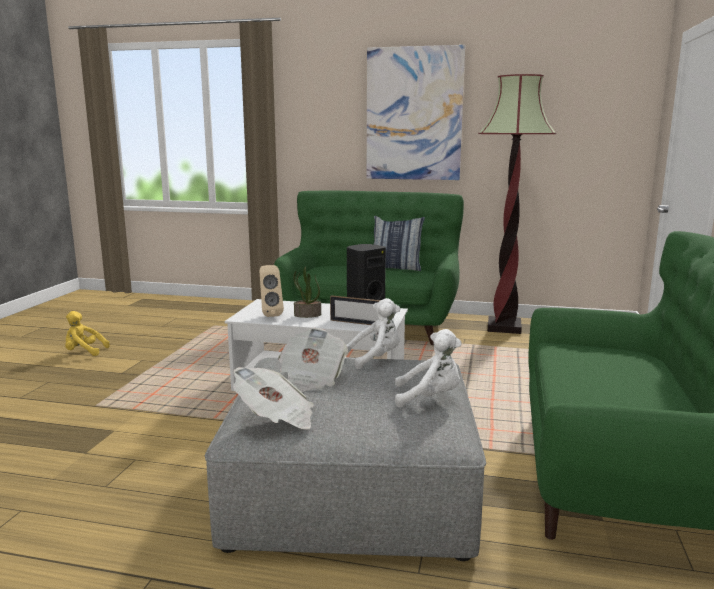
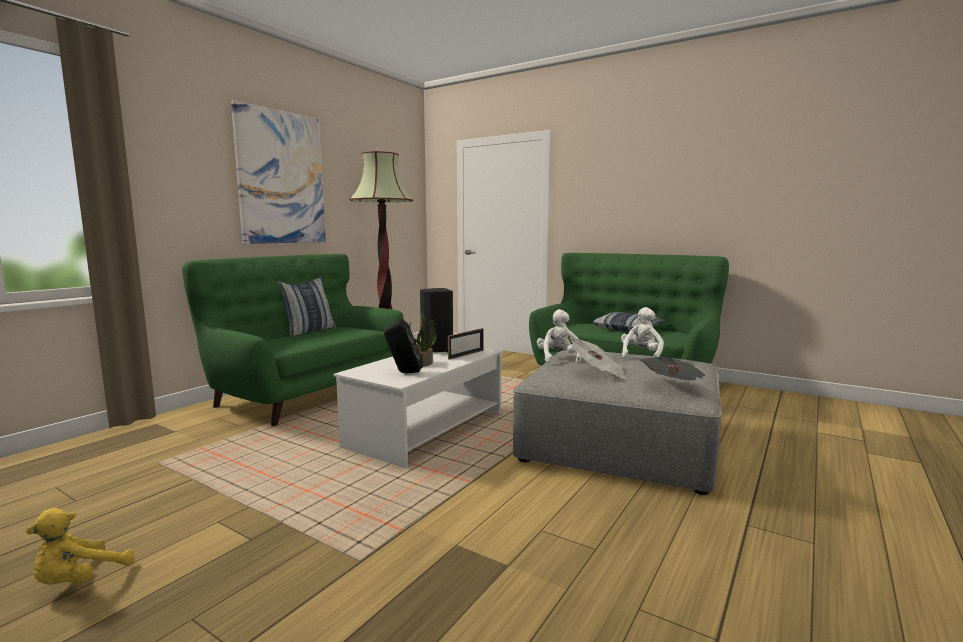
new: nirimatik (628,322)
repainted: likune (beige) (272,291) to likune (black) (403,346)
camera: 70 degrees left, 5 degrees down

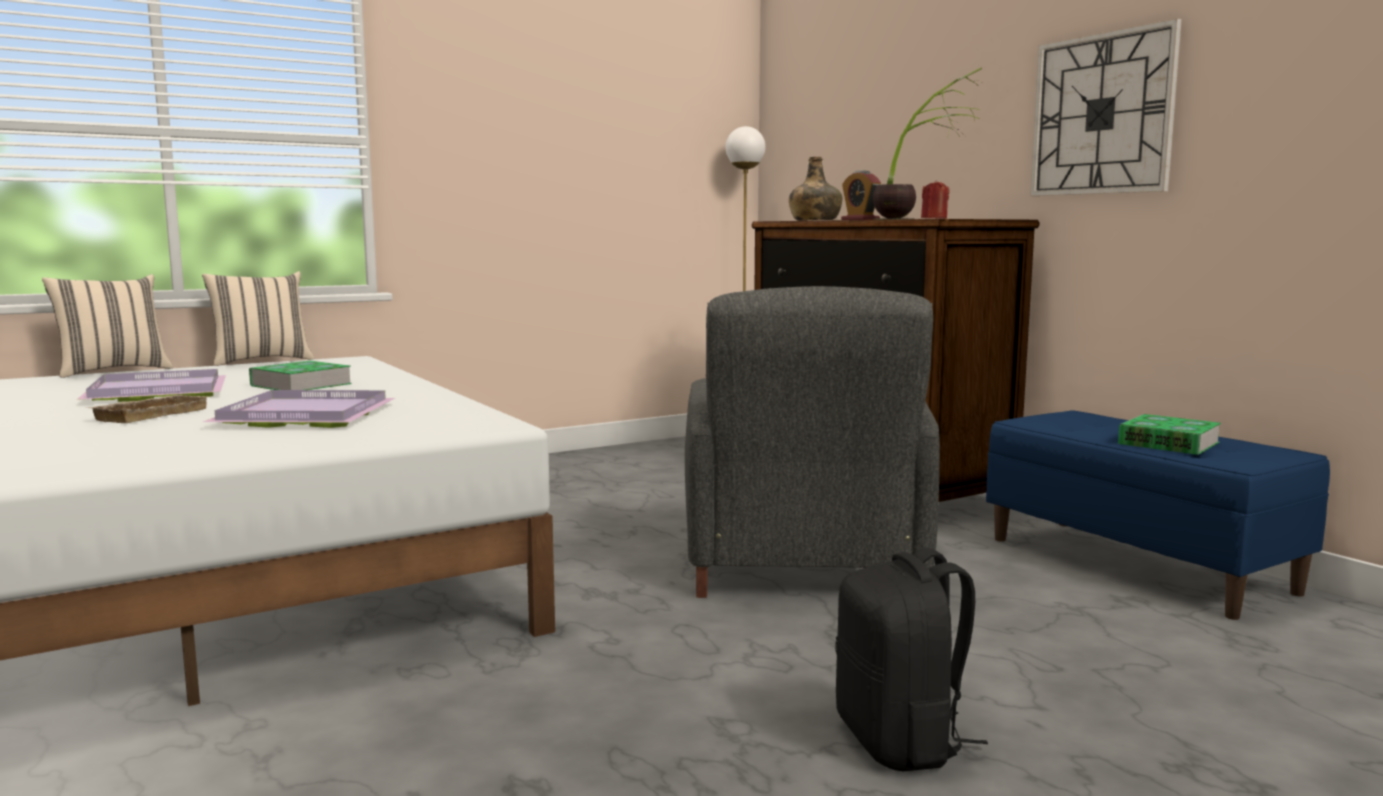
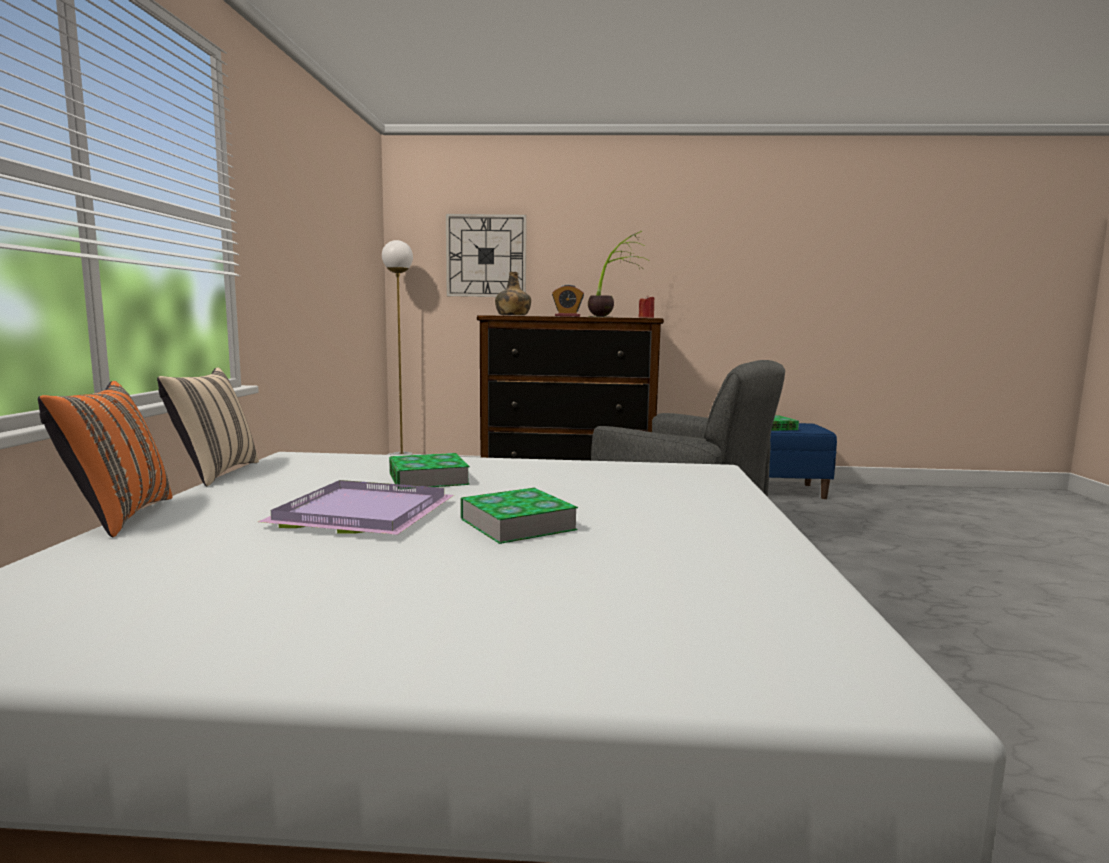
gone: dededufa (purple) (299,409); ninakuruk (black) (911,659)
shifted: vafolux (1106,107) to (486,255)
swapped: dededufa (beige) (148,409) to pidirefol (519,516)
repainted: nirimatik (beige) (107,326) to nirimatik (orange) (105,459)
camera: 55 degrees left, 0 degrees up

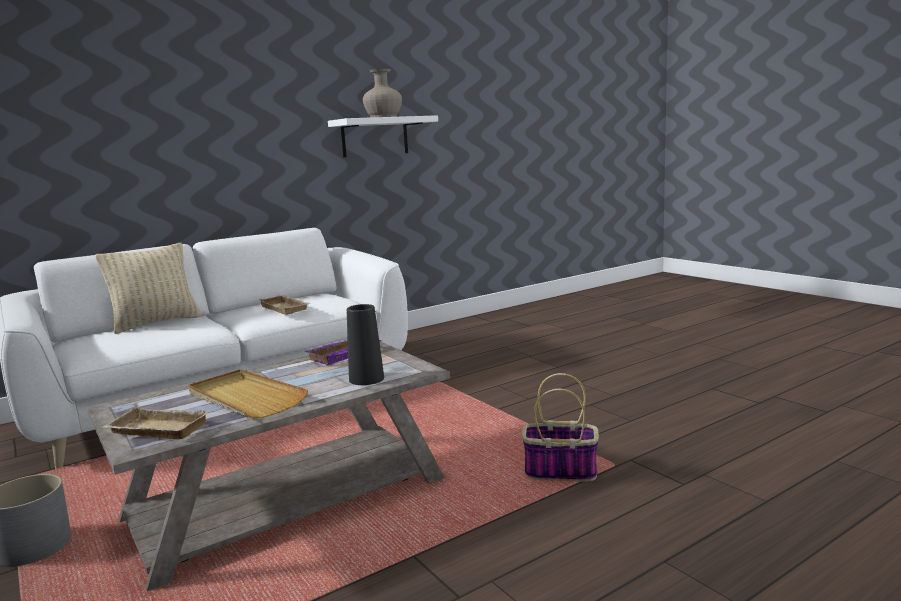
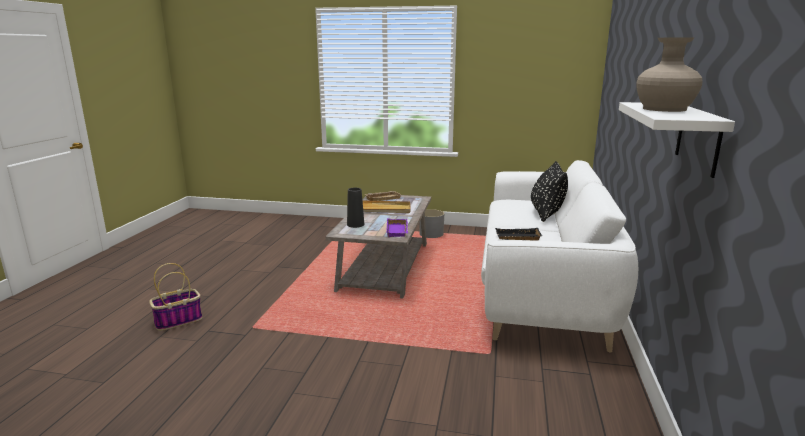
shifted: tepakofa (560,427) to (176,297)
repainted: nirimatik (beige) (148,288) to nirimatik (black) (549,191); dededufa (beige) (284,305) to dededufa (black) (519,234)
camera: 135 degrees right, 5 degrees up

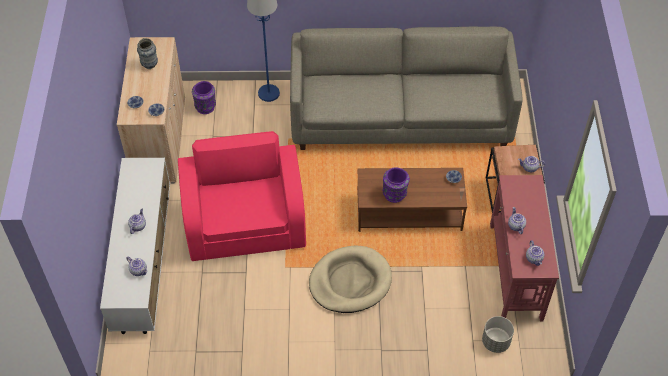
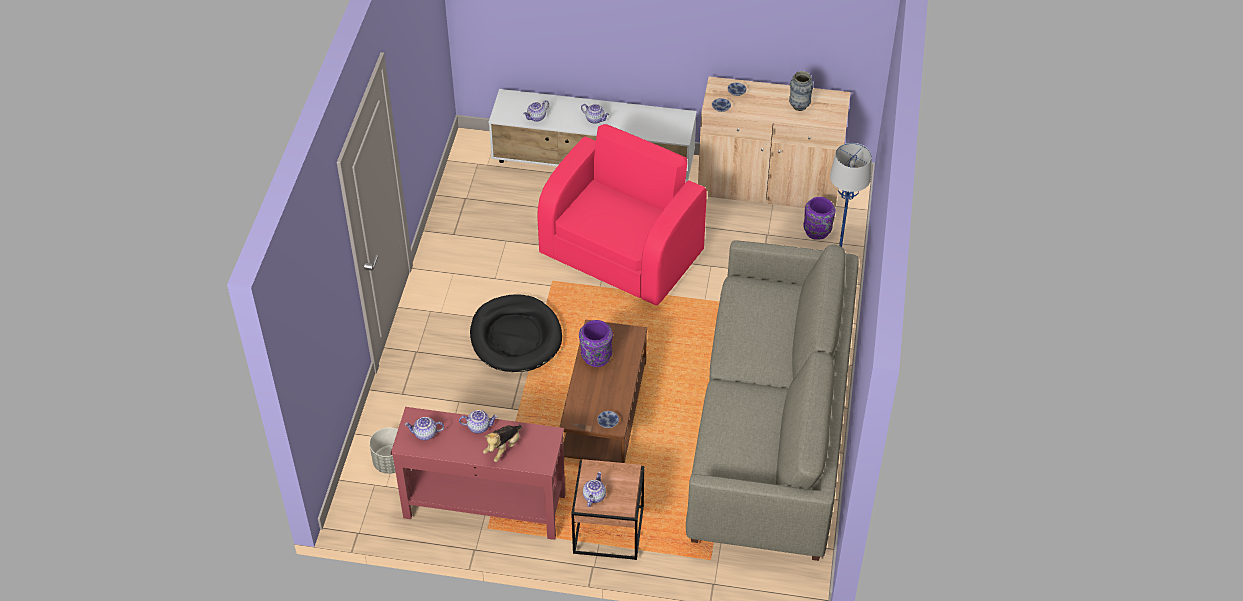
new: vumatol (502,443)
repainted: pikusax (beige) (350,279) to pikusax (black) (516,333)
rotated: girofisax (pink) (242,196) = (622,214) 60 degrees counterclockwise
camera: 100 degrees right, 5 degrees down

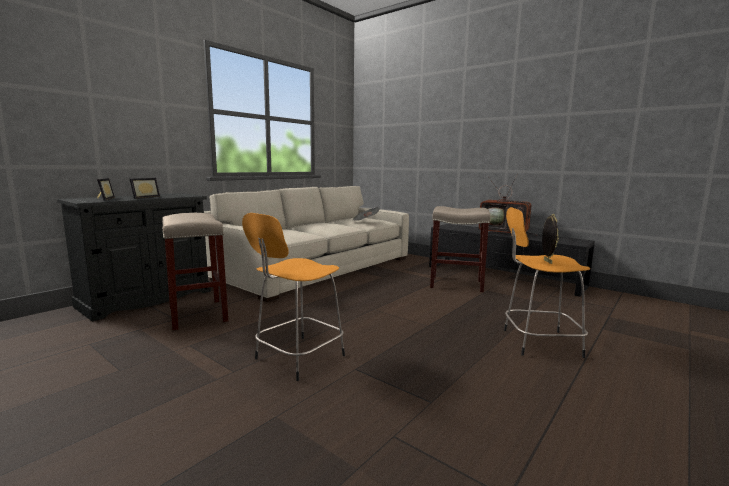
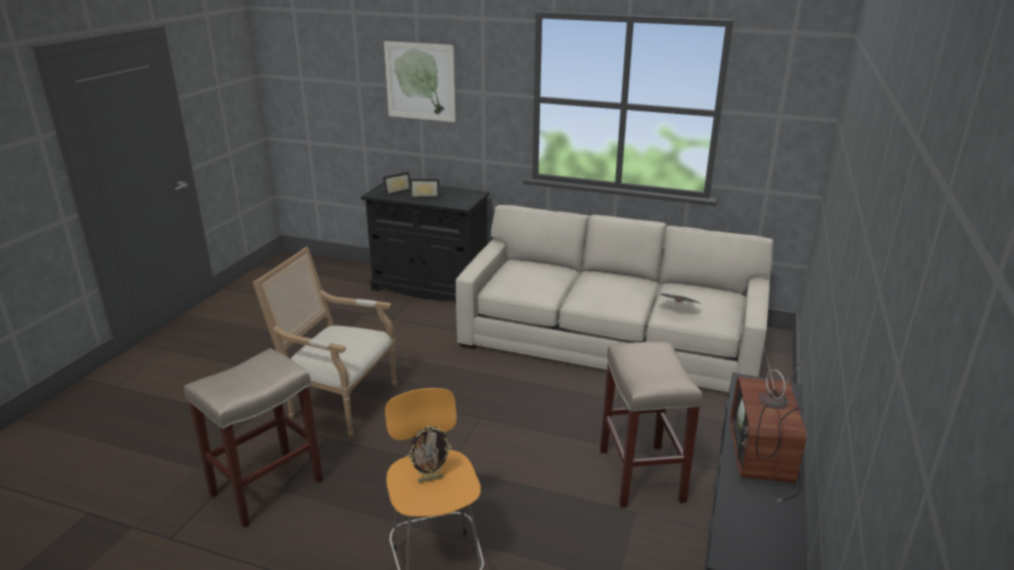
new: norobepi (420,81)
shifted: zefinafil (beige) (195,271) to (253,438)
swapped: zefinafil (orange) (293,297) to girofisax (325,342)
camera: 70 degrees right, 15 degrees up

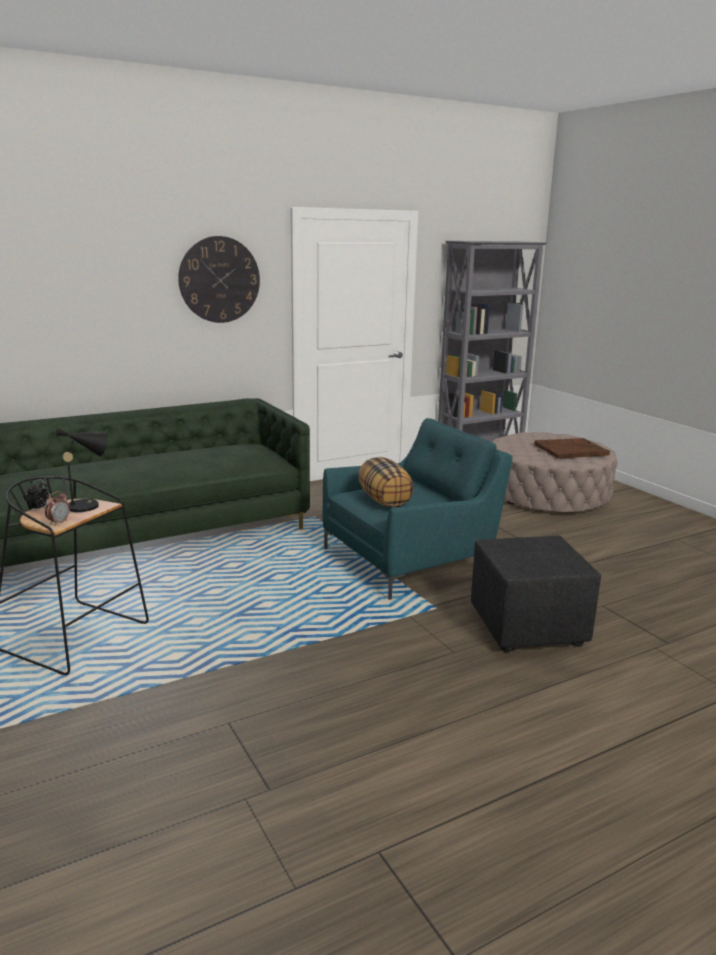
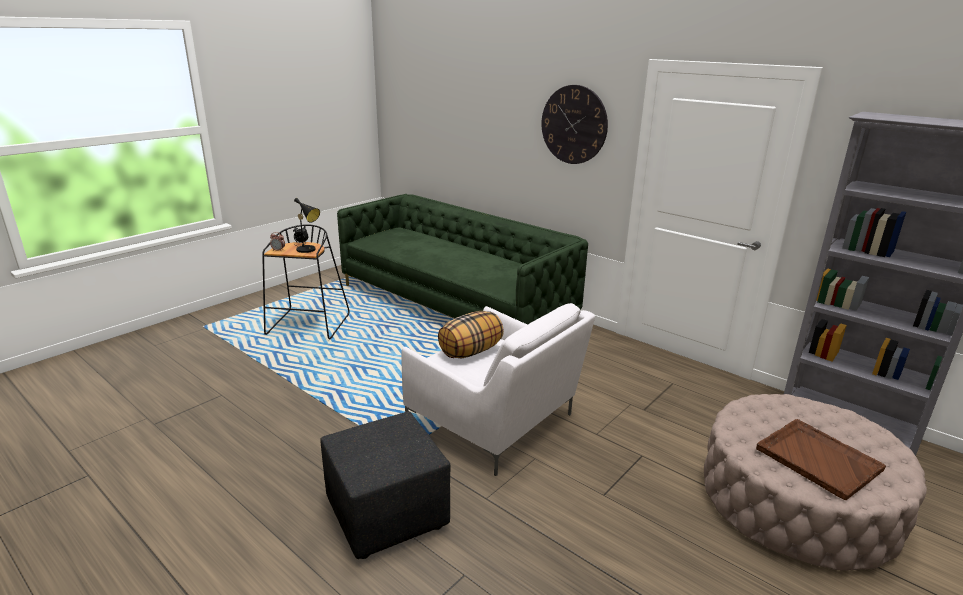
repainted: girofisax (turquoise) (417,509) to girofisax (white) (498,389)
camera: 70 degrees right, 5 degrees up

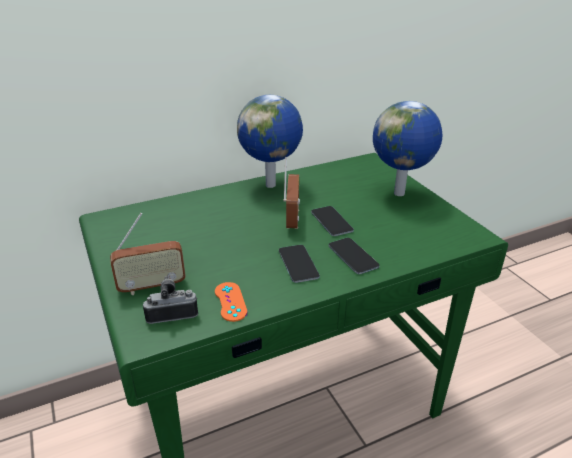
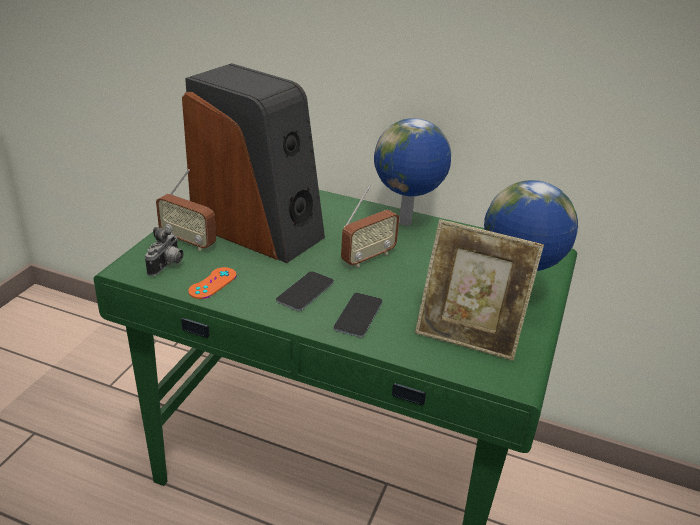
gone: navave (332,221)
new: likune (253,163); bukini (479,290)
rotated: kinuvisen (170,300) = (164,251) 75 degrees clockwise
camera: 45 degrees right, 0 degrees up

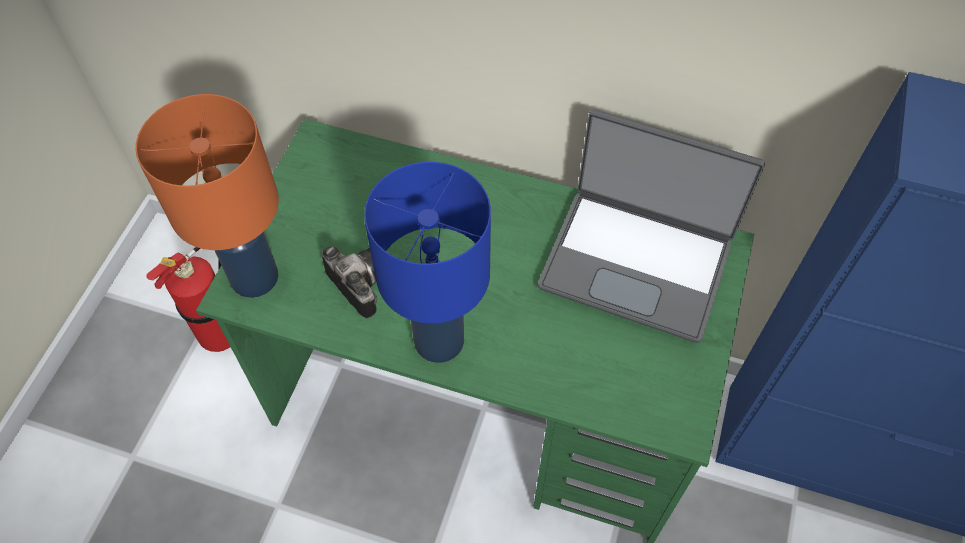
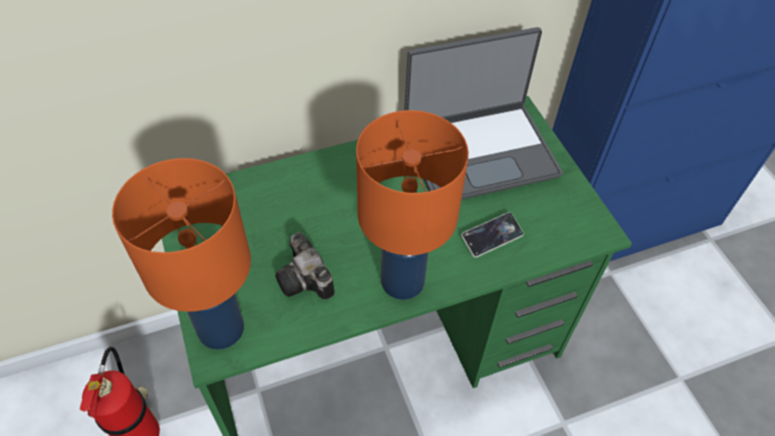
new: navave (492,235)
repainted: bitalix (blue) (427,262) to bitalix (orange) (412,205)
rotated: kinuvisen (349,282) = (304,266) 135 degrees counterclockwise
camera: 40 degrees left, 5 degrees down

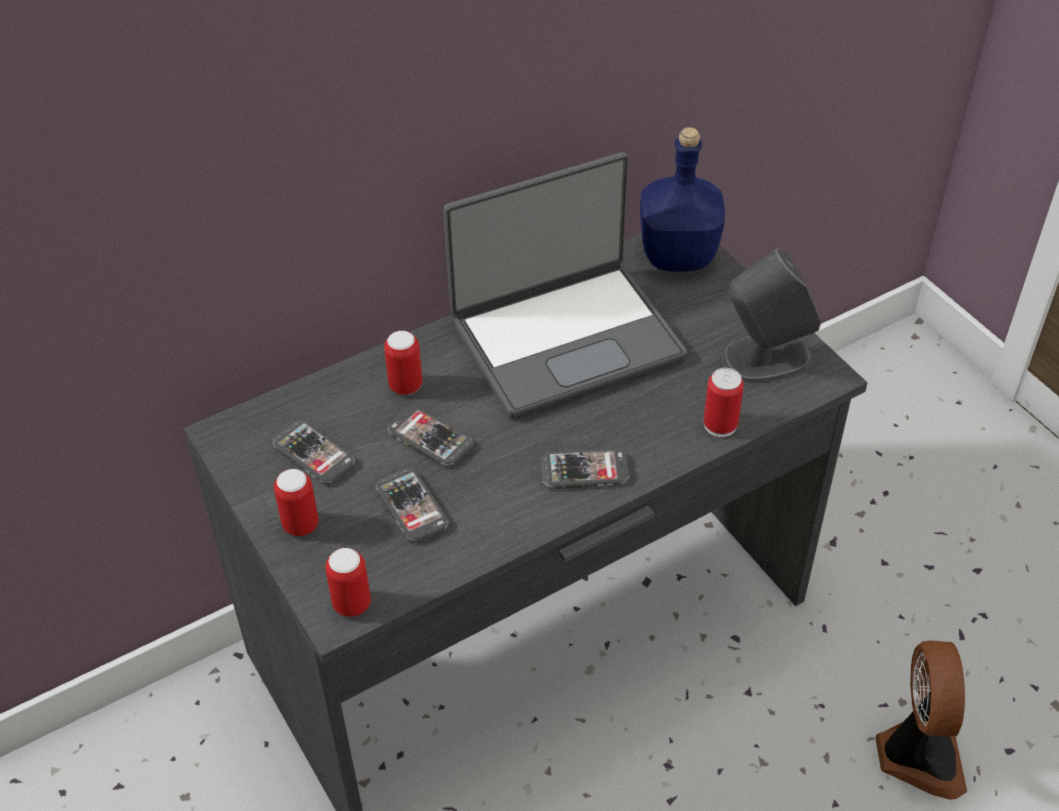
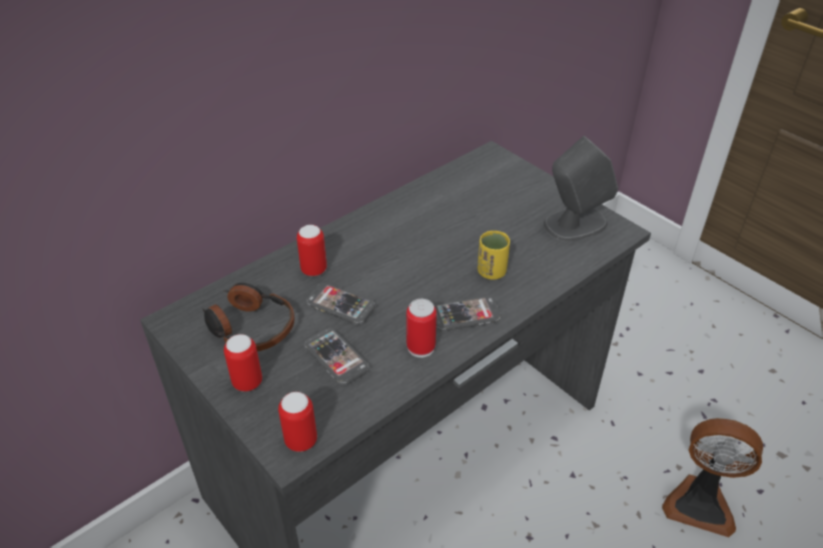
gone: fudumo (565,285); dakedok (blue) (682,199)
new: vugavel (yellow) (493,255)
shifted: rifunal (723,402) to (421,328)
swapped: navave (314,452) to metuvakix (249,317)
rotated: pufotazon (921,720) = (712,477) 120 degrees clockwise
camera: 10 degrees left, 5 degrees down

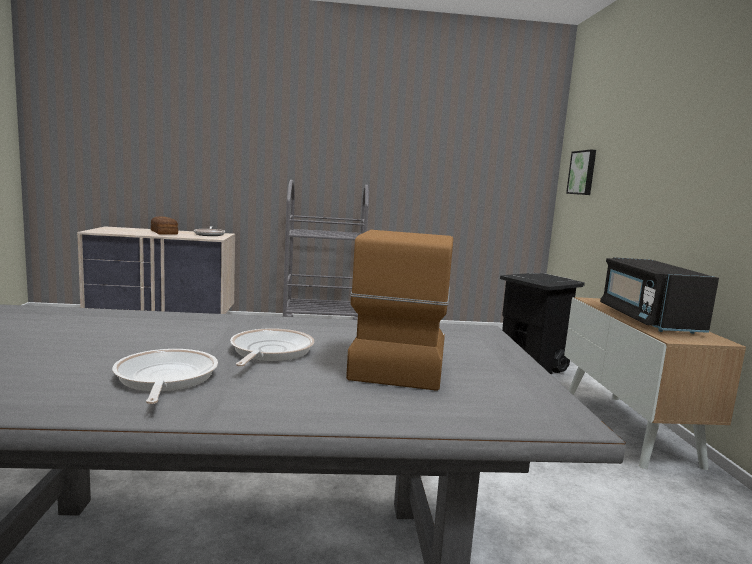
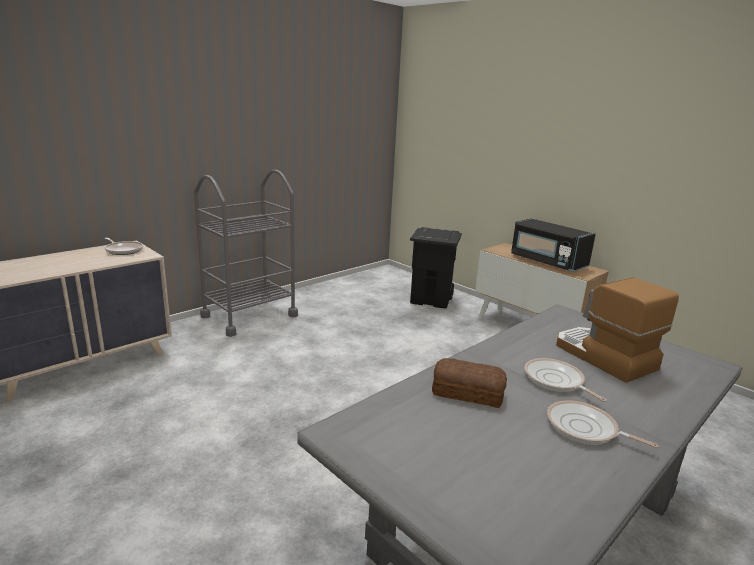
gone: norobepi (581,172)
shifted: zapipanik (164,225) to (469,383)
camera: 40 degrees left, 10 degrees up

